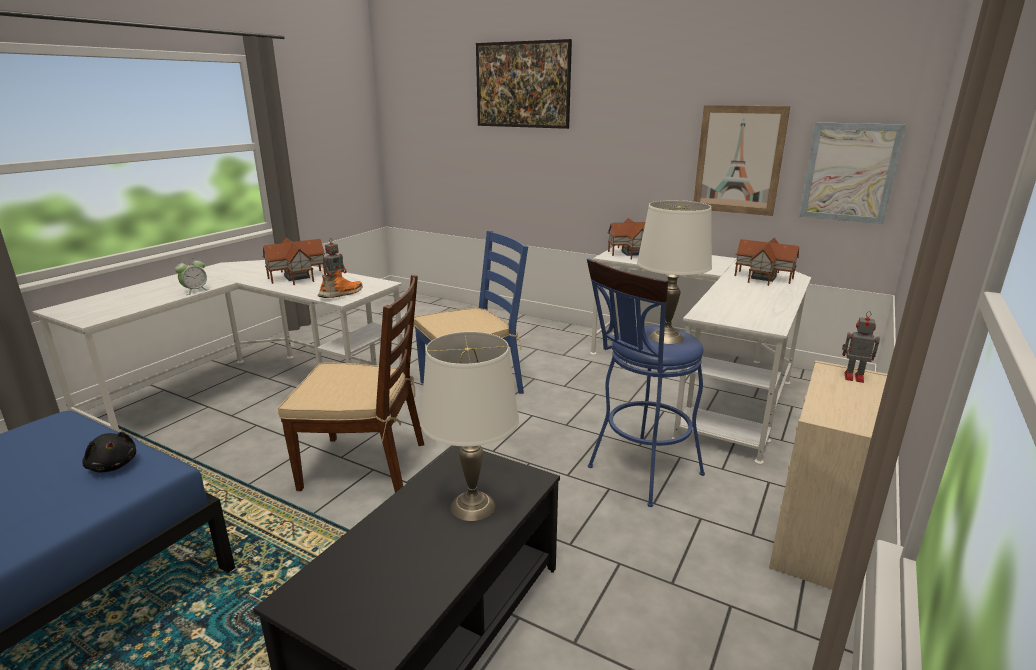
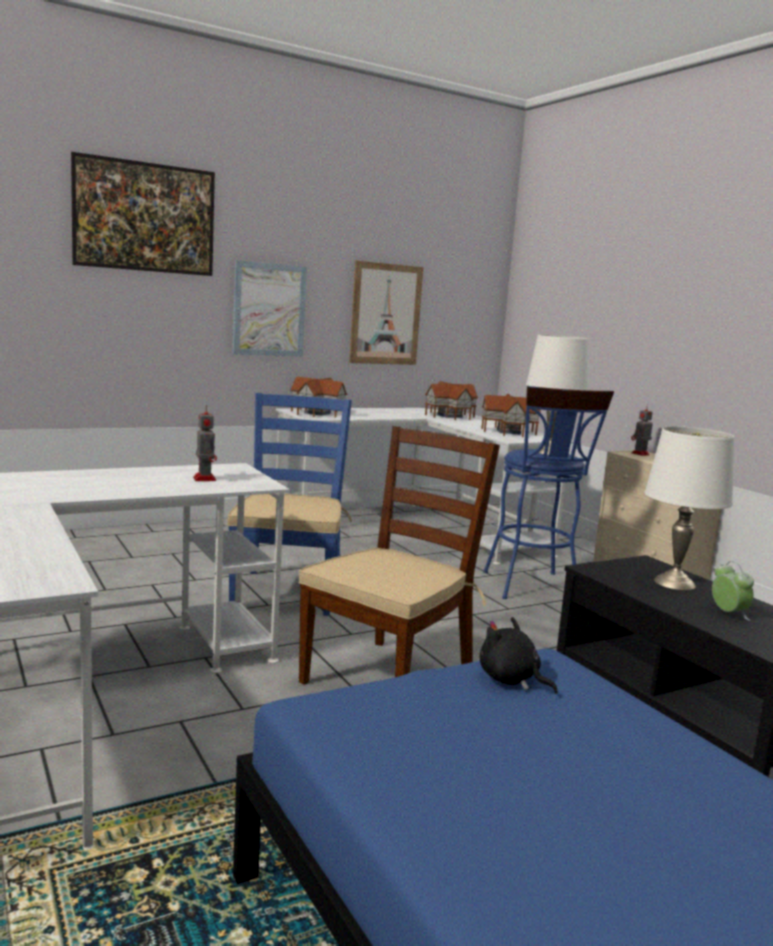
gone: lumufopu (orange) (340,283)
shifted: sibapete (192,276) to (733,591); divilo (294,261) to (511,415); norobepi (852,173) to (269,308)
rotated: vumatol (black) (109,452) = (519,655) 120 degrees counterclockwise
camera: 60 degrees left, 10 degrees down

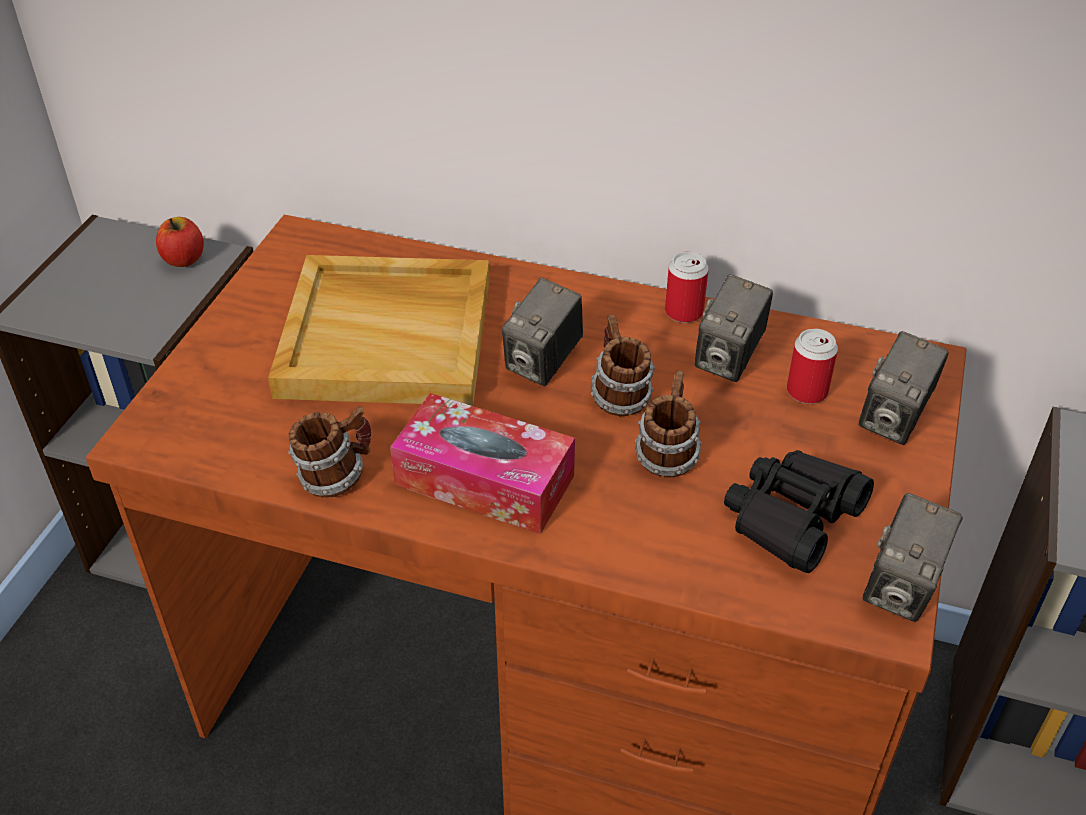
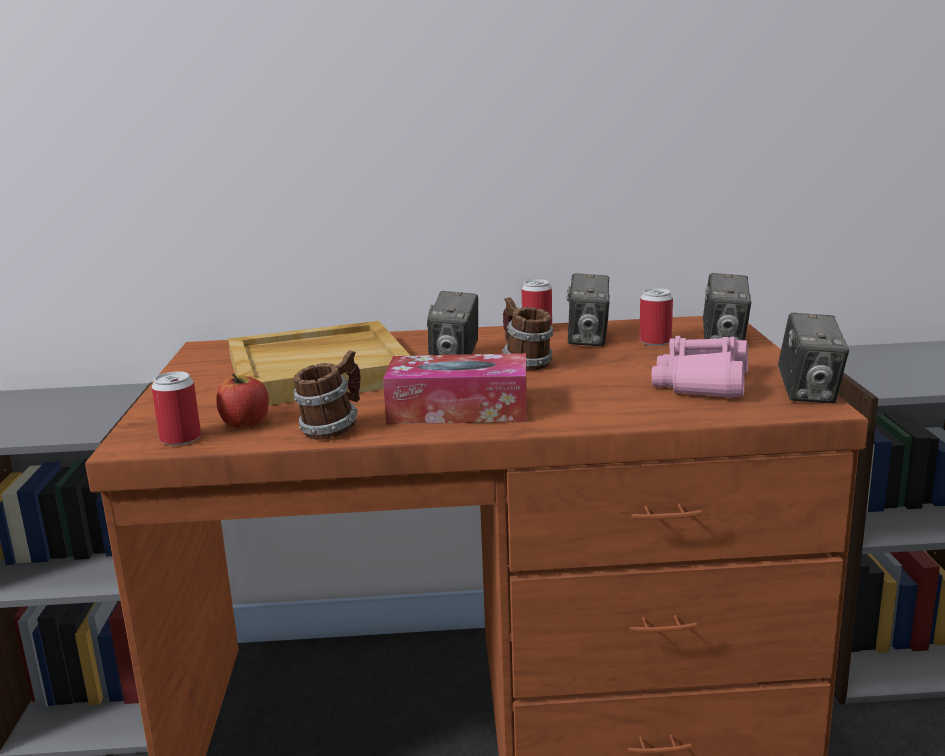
gone: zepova (668,424)
new: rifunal (176,408)
shifted: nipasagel (180,242) to (242,401)
repainted: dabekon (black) (799,511) to dabekon (pink) (700,367)
camera: 20 degrees left, 25 degrees down

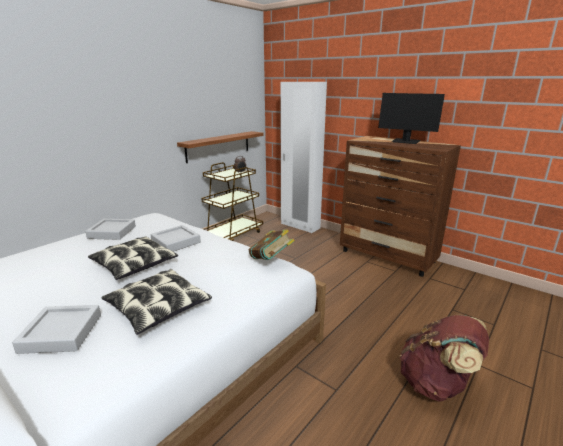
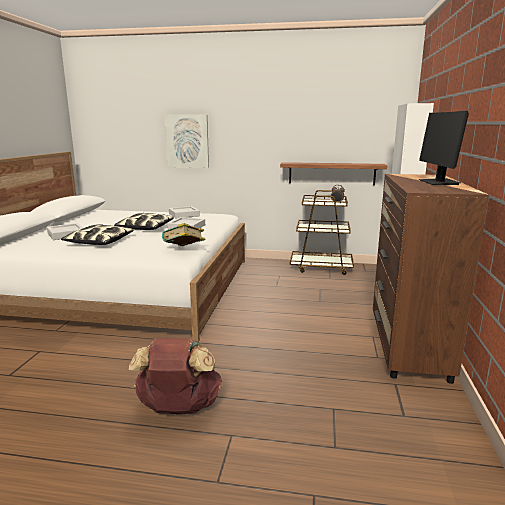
new: norobepi (187,141)
camera: 60 degrees right, 5 degrees down

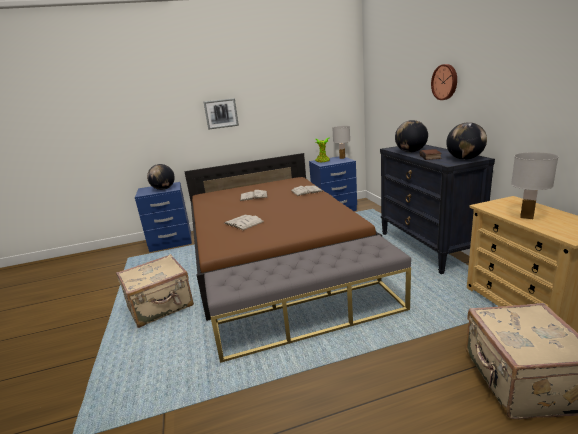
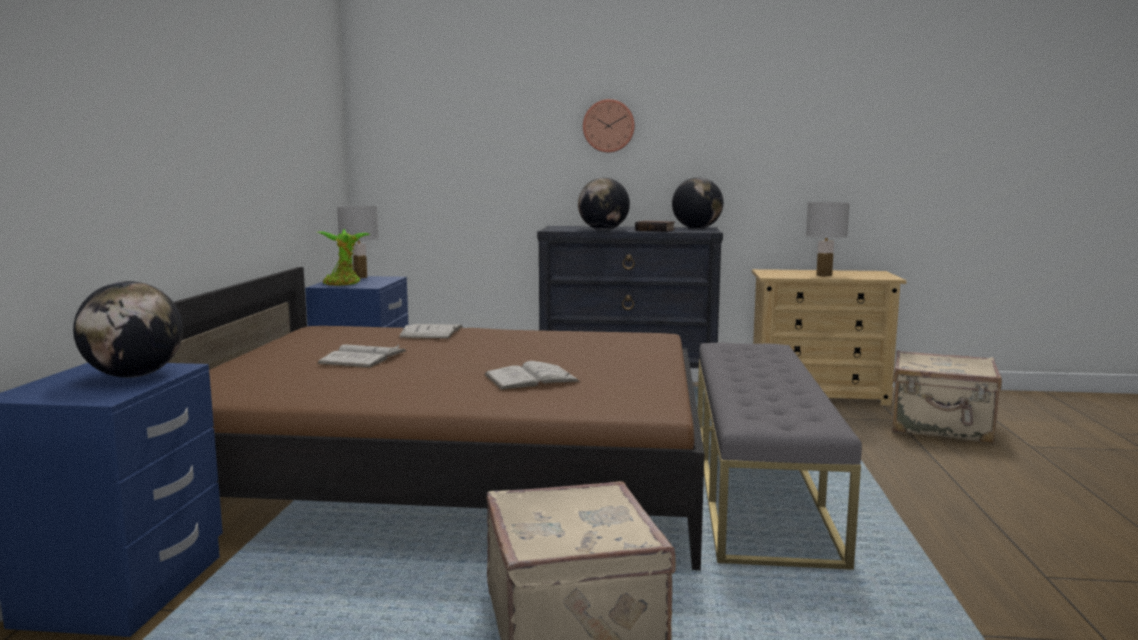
gone: norobepi (221,114)
camera: 70 degrees left, 10 degrees down

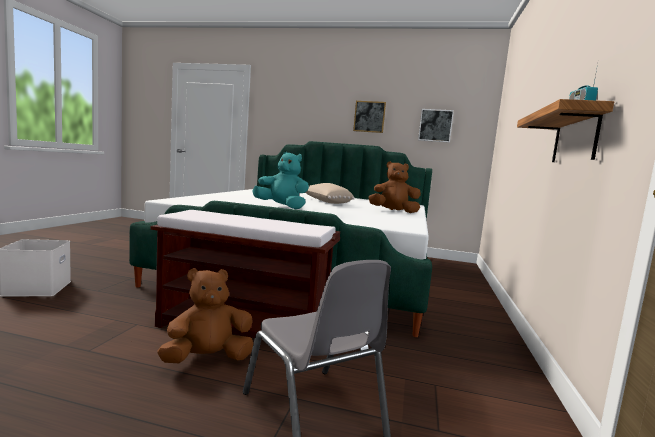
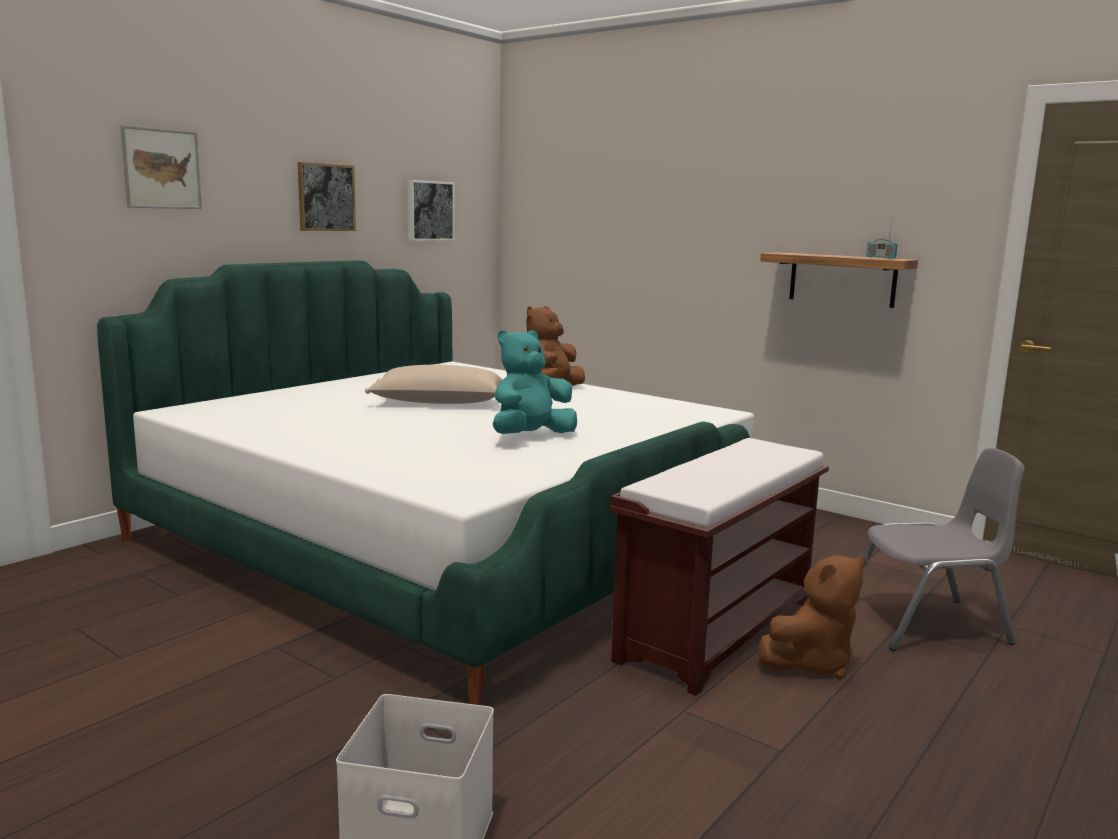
new: norobepi (161,167)
rotated: vumatol (brown) (205,315) = (812,617) 120 degrees counterclockwise
camera: 65 degrees left, 5 degrees up

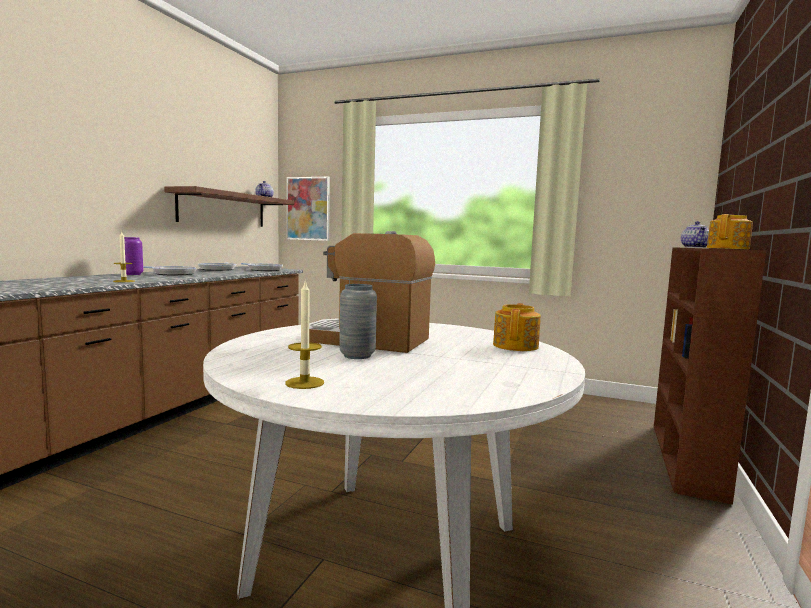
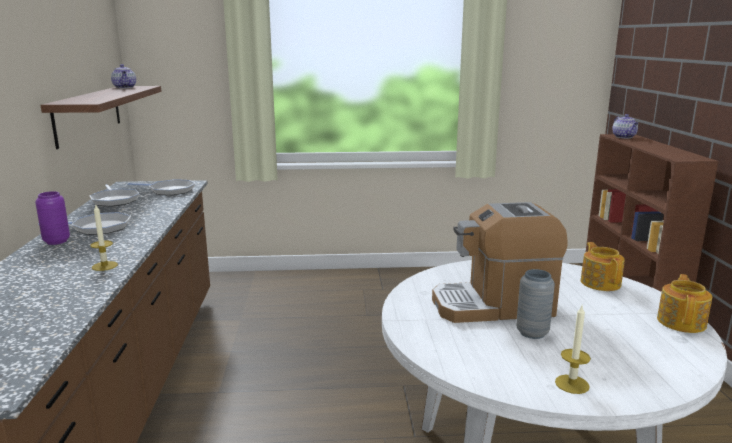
gone: norobepi (308,209)
shifted: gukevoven (730,231) to (684,303)
camera: 25 degrees left, 10 degrees up

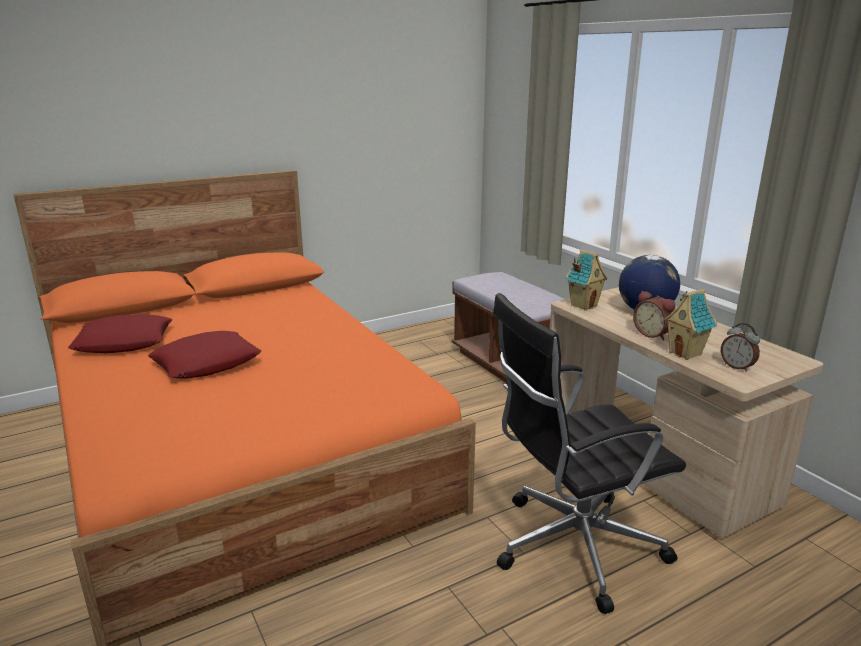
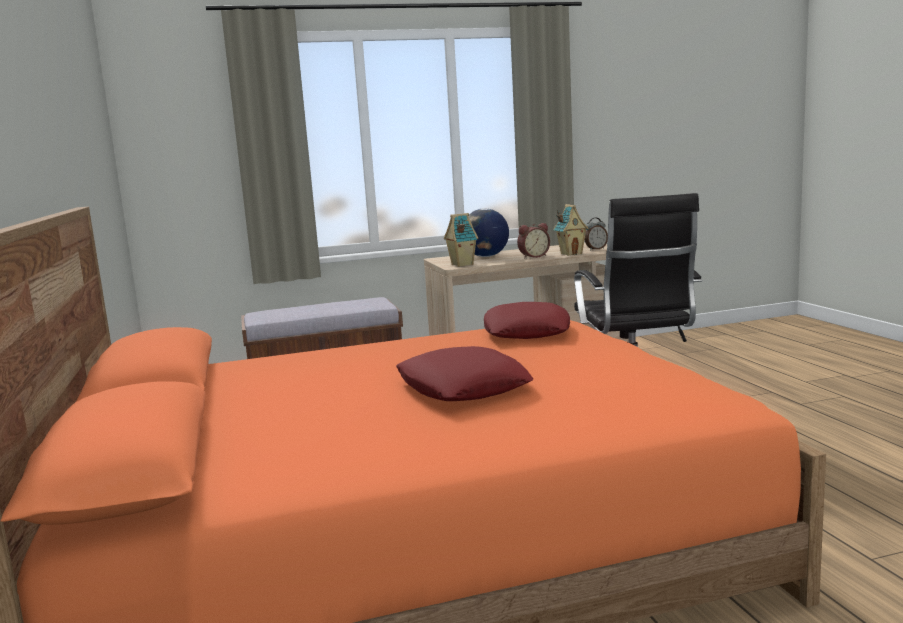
shifted: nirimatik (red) (120,333) to (527,320)
camera: 75 degrees left, 10 degrees down

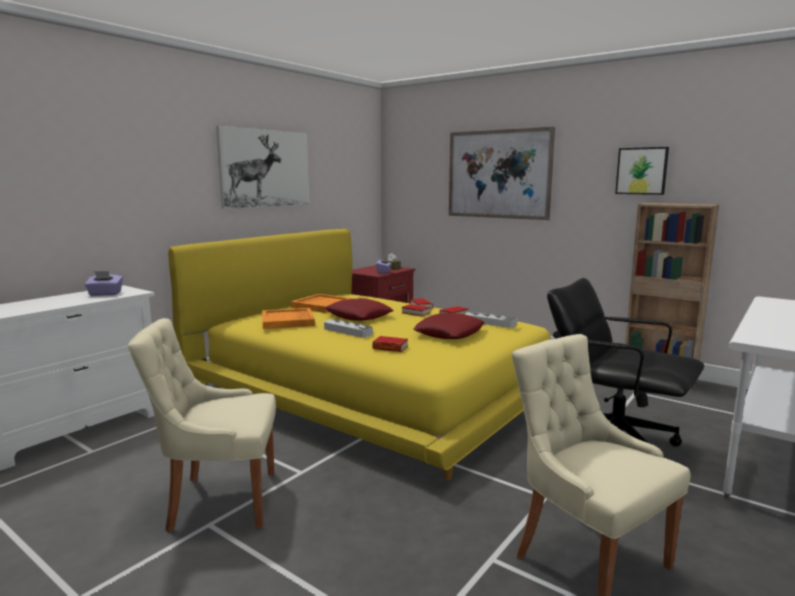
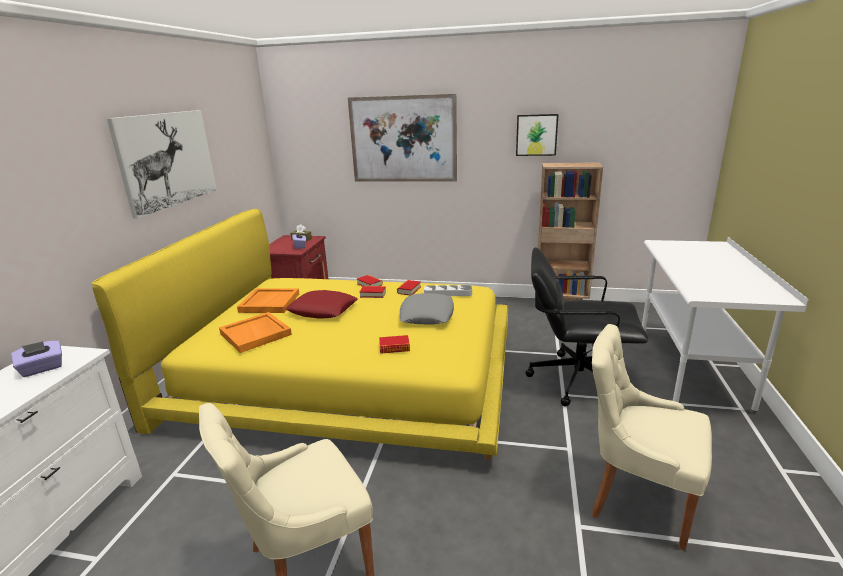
gone: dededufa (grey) (348,328)
repainted: nirimatik (red) (449,326) to nirimatik (grey) (427,308)
camera: 25 degrees left, 10 degrees up

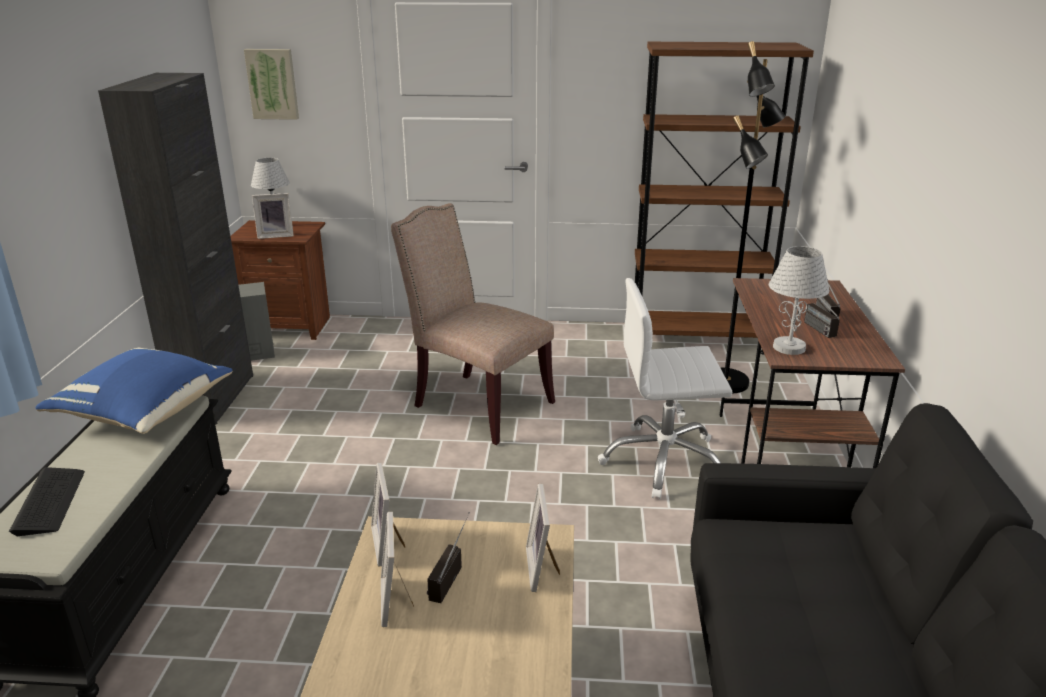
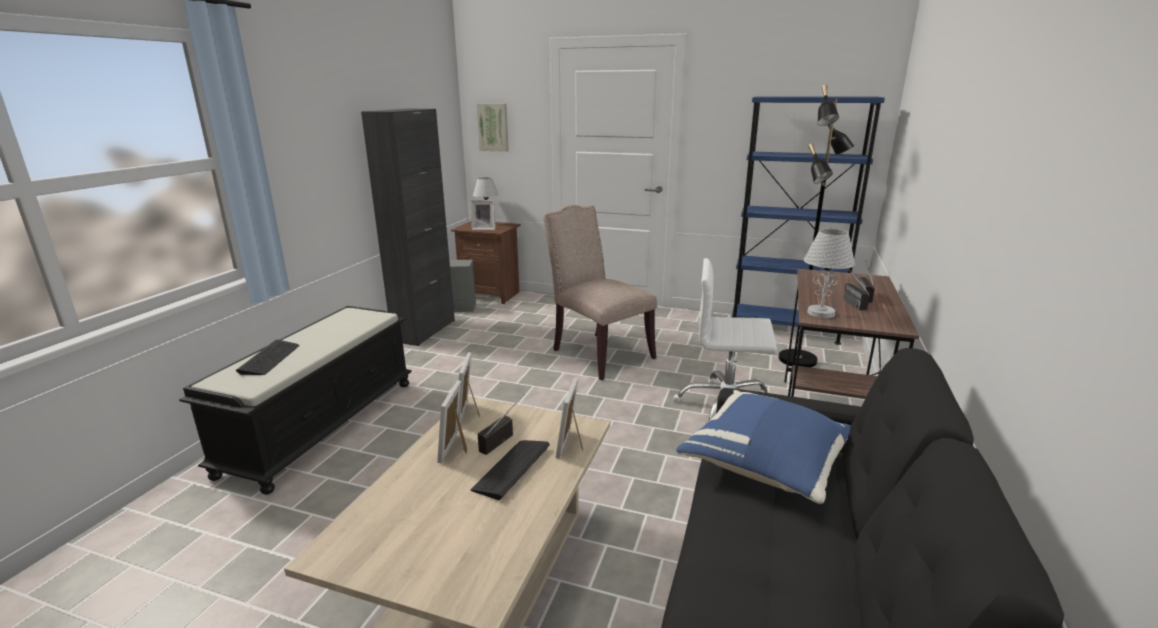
new: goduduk (510,470)
shifted: nirimatik (blue) (134,390) to (763,447)
repainted: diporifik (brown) (724,198) to diporifik (blue) (808,220)
camera: 15 degrees right, 5 degrees down

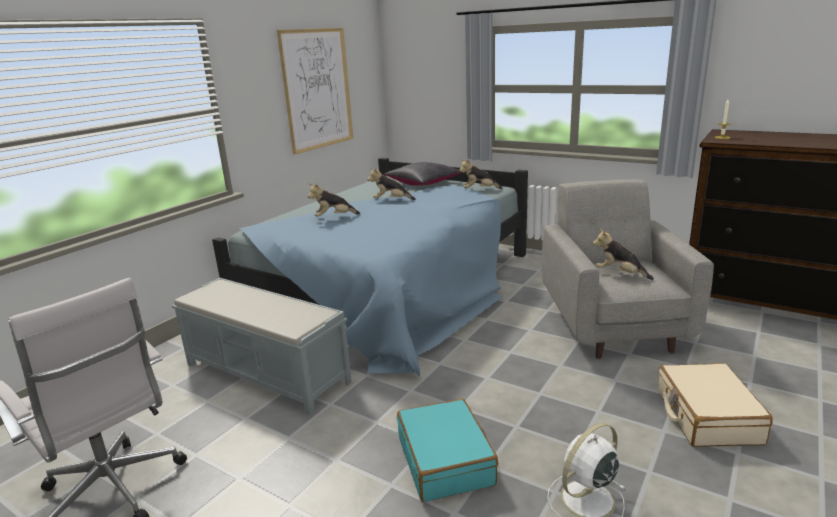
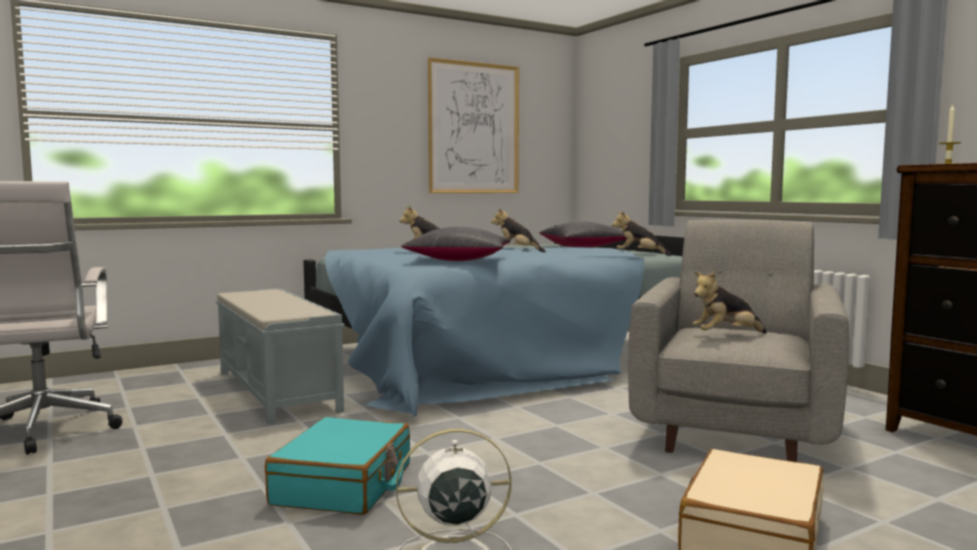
new: nirimatik (black) (455,244)
rotated: vumatol (623,254) = (730,302) 75 degrees counterclockwise
camera: 25 degrees right, 15 degrees down

